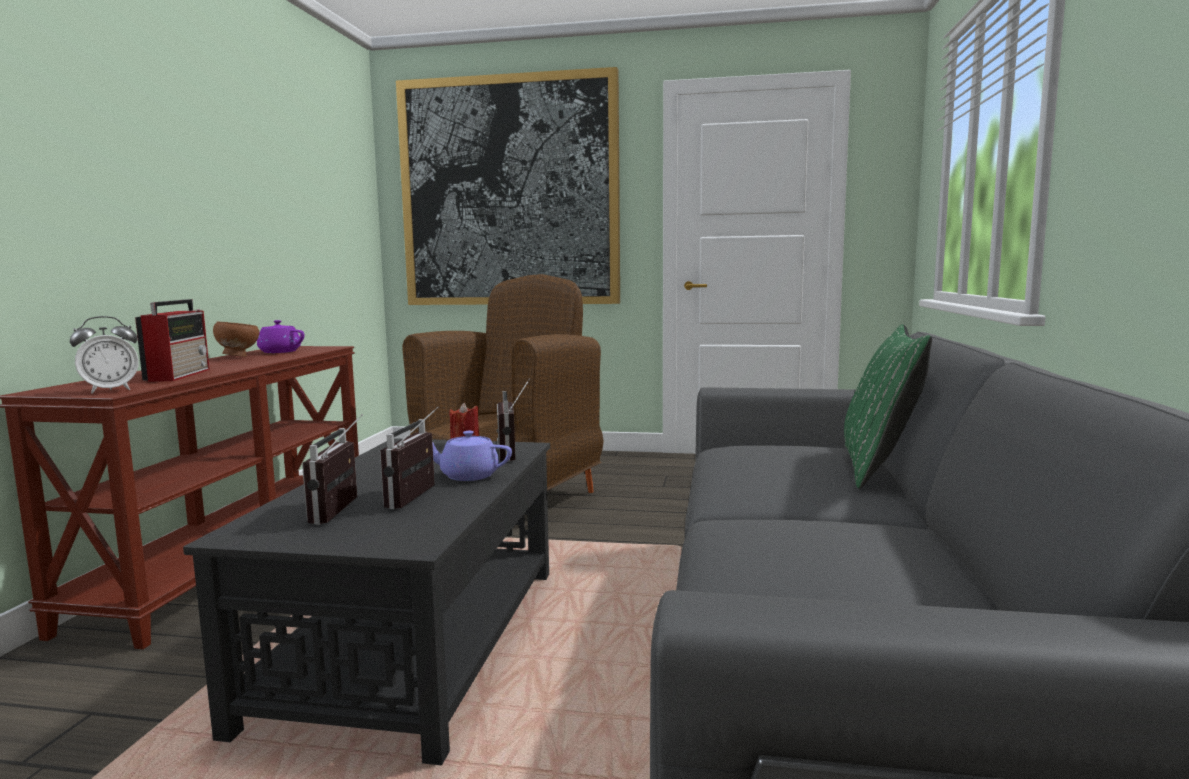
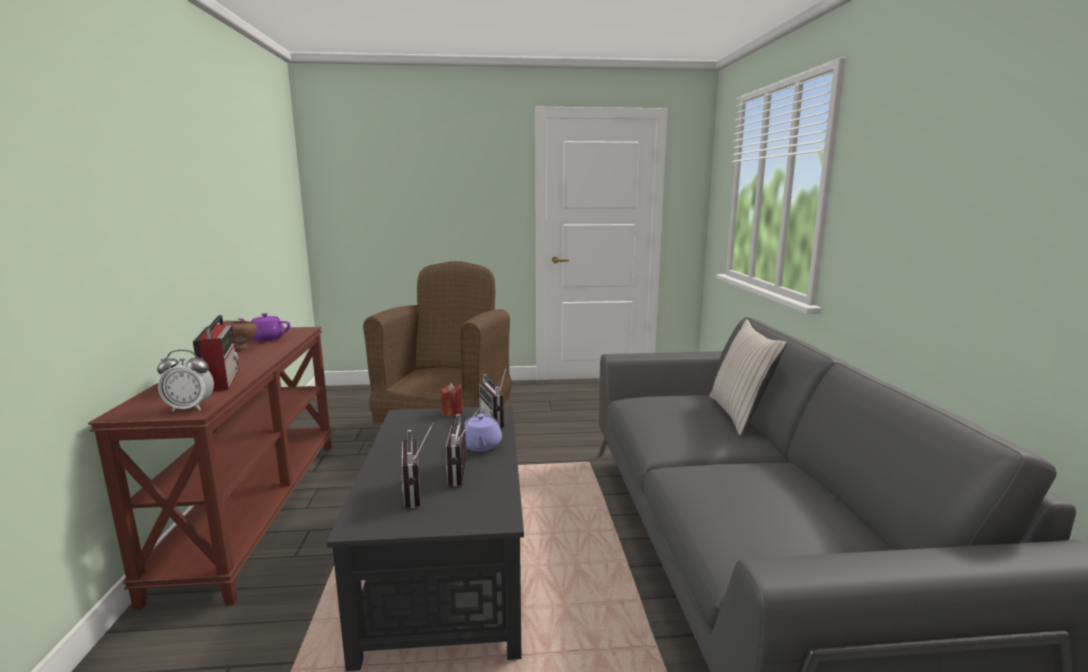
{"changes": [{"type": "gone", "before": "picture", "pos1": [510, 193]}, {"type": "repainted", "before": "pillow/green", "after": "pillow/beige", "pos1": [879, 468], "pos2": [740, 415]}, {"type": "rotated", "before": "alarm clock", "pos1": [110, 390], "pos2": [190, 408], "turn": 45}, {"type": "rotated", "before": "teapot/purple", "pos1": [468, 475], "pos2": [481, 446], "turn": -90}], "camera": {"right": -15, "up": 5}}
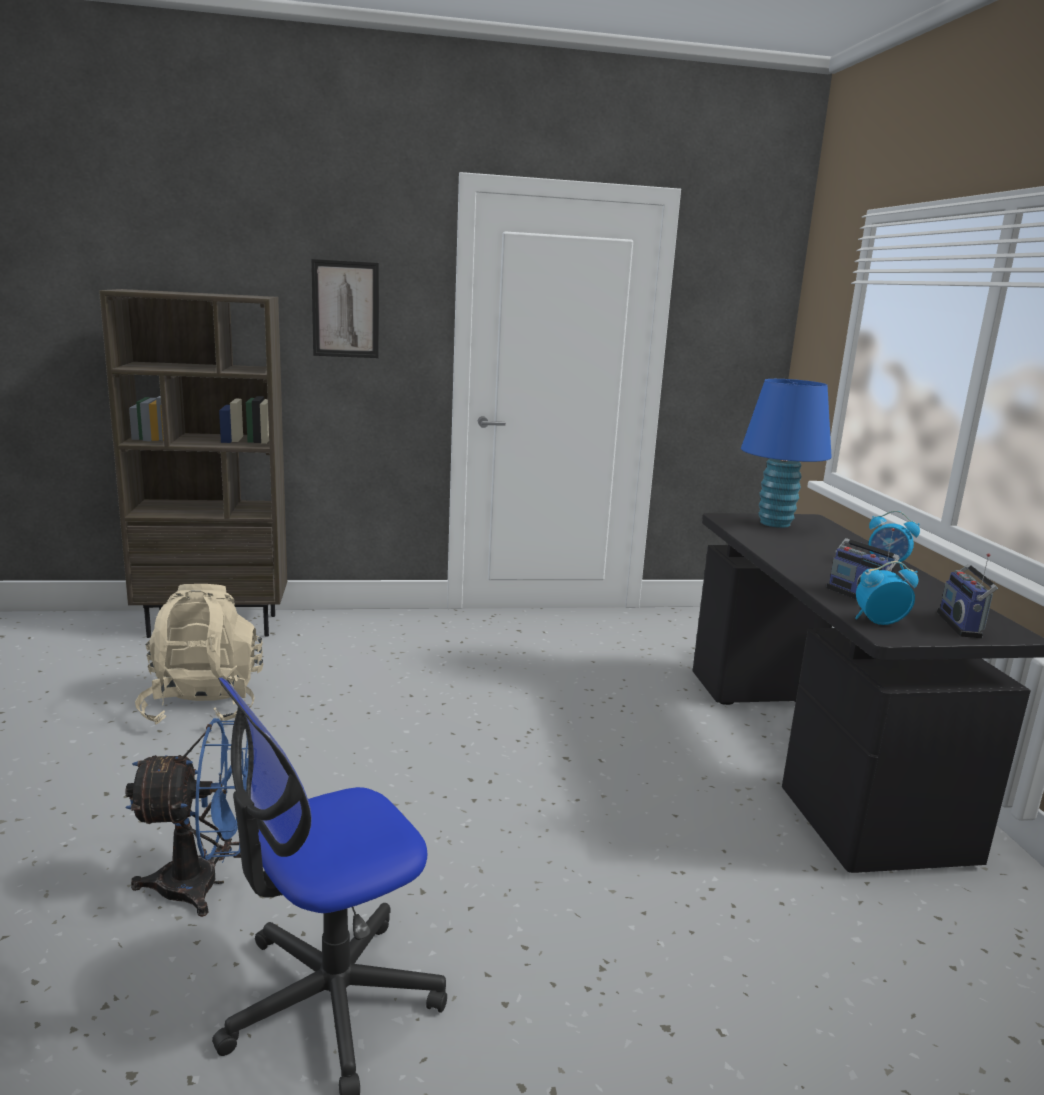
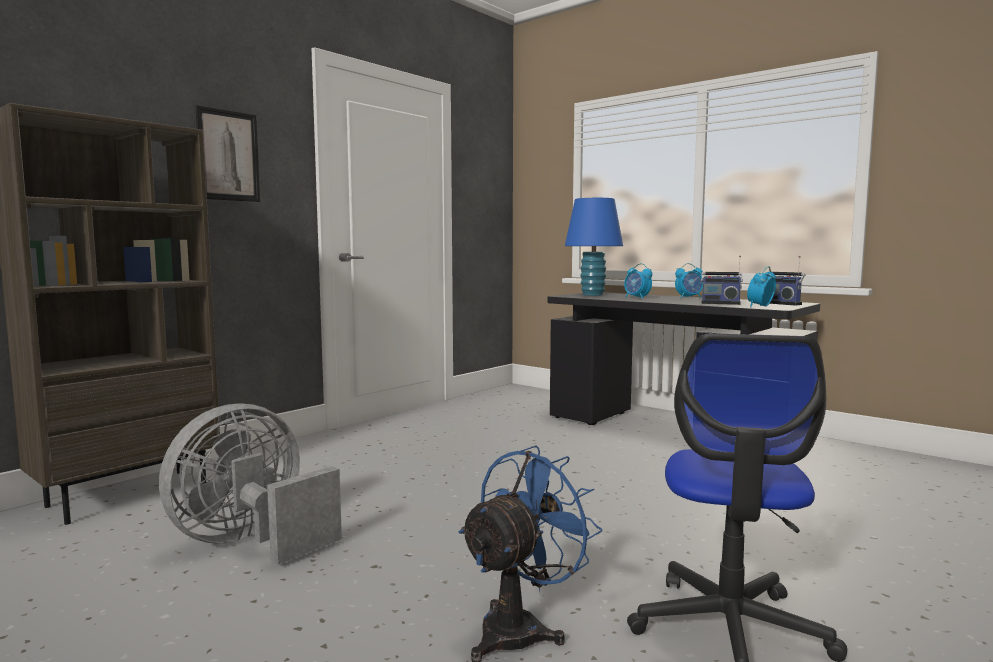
{"changes": [{"type": "new", "after": "alarm clock", "pos2": [637, 298]}, {"type": "swapped", "before": "backpack/beige", "after": "fan/grey", "pos1": [203, 705], "pos2": [251, 542]}], "camera": {"right": -40, "up": -10}}
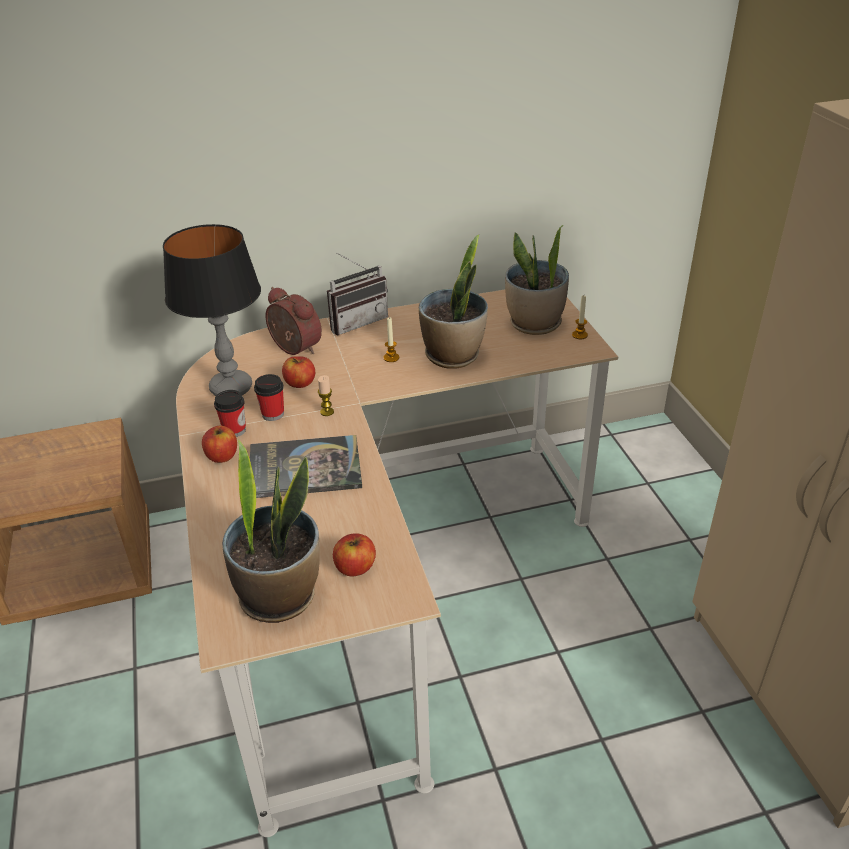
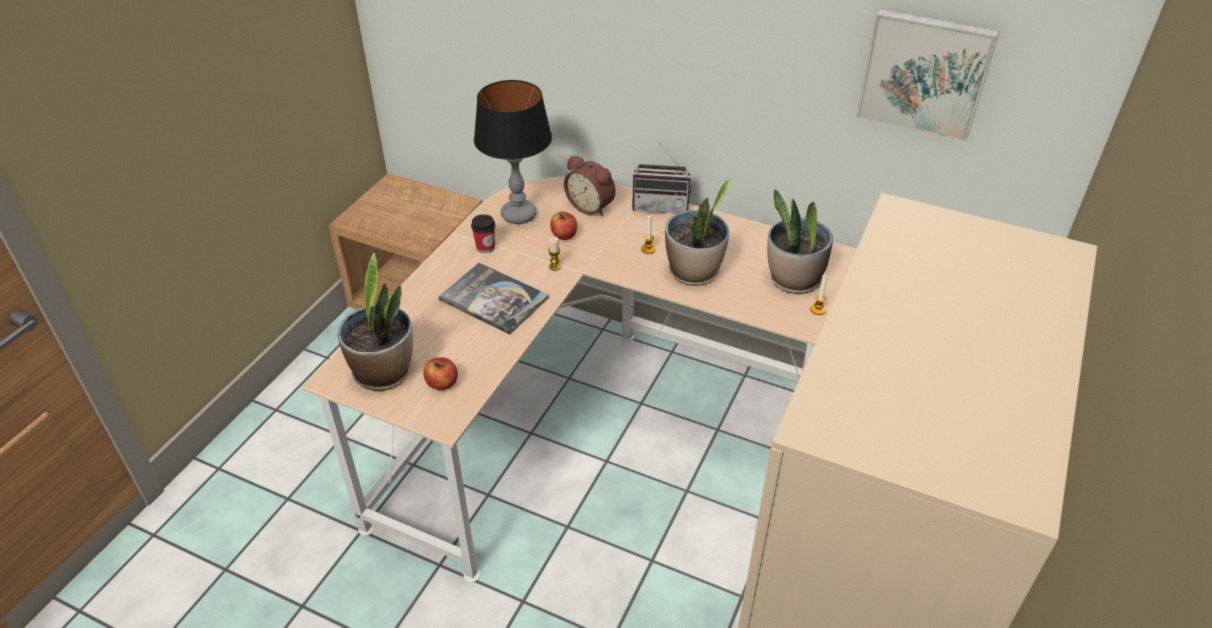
{"changes": [{"type": "gone", "before": "apple", "pos1": [222, 456]}, {"type": "gone", "before": "cup", "pos1": [273, 414]}, {"type": "new", "after": "picture", "pos2": [925, 73]}, {"type": "rotated", "before": "alarm clock", "pos1": [293, 349], "pos2": [591, 206], "turn": 135}], "camera": {"right": 40, "up": 5}}
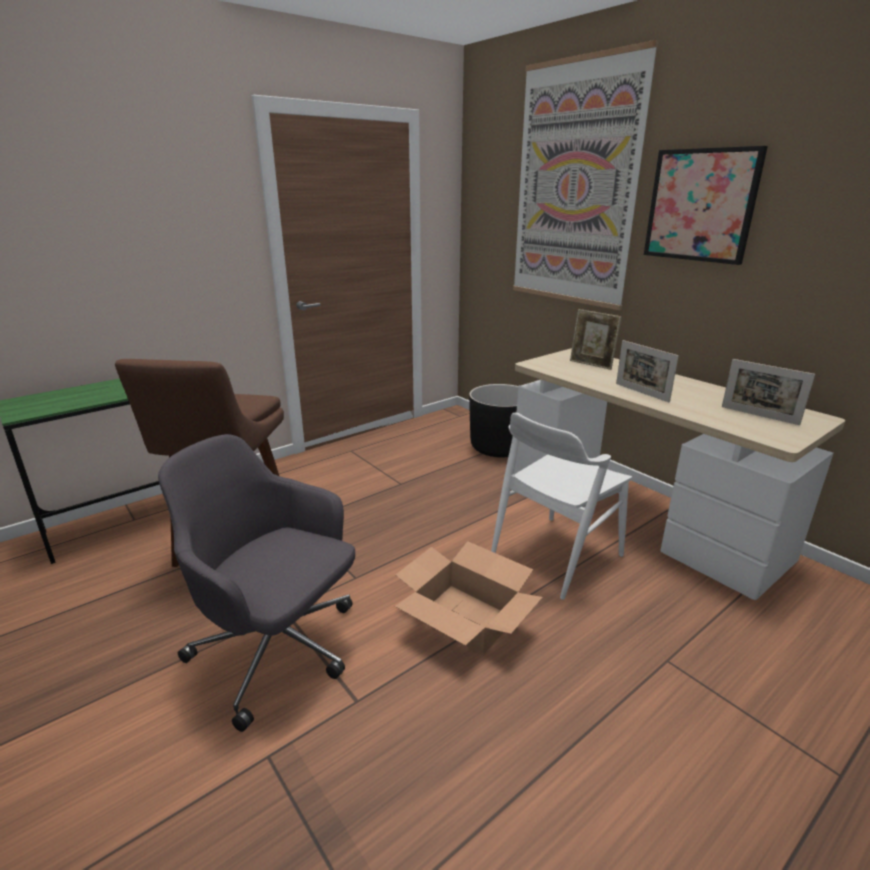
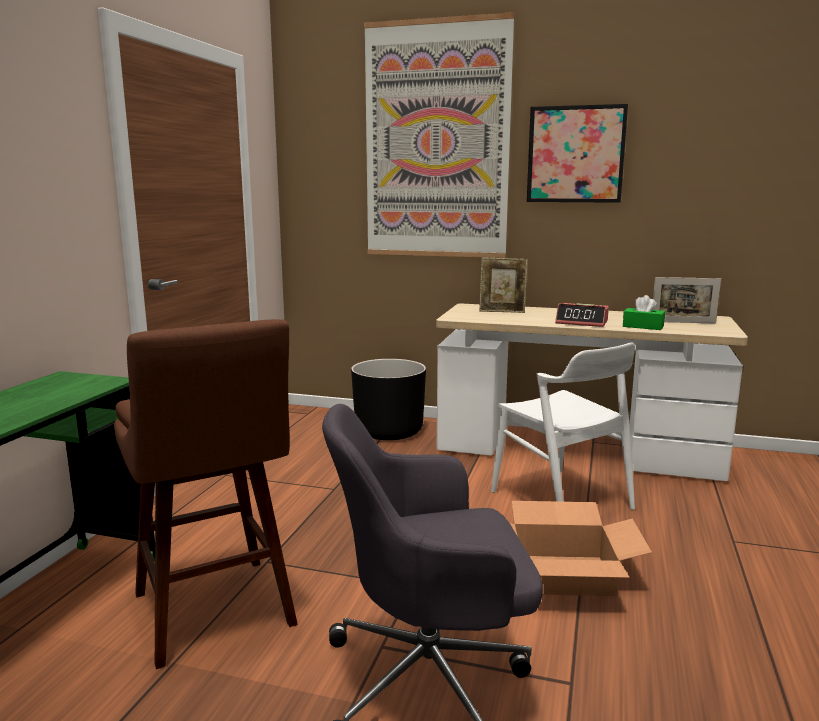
{"changes": [{"type": "new", "after": "tissue box/green", "pos2": [643, 326]}, {"type": "swapped", "before": "picture frame", "after": "alarm clock", "pos1": [641, 392], "pos2": [582, 322]}, {"type": "rotated", "before": "chair/white", "pos1": [555, 555], "pos2": [561, 500], "turn": -45}], "camera": {"right": -35, "up": -10}}
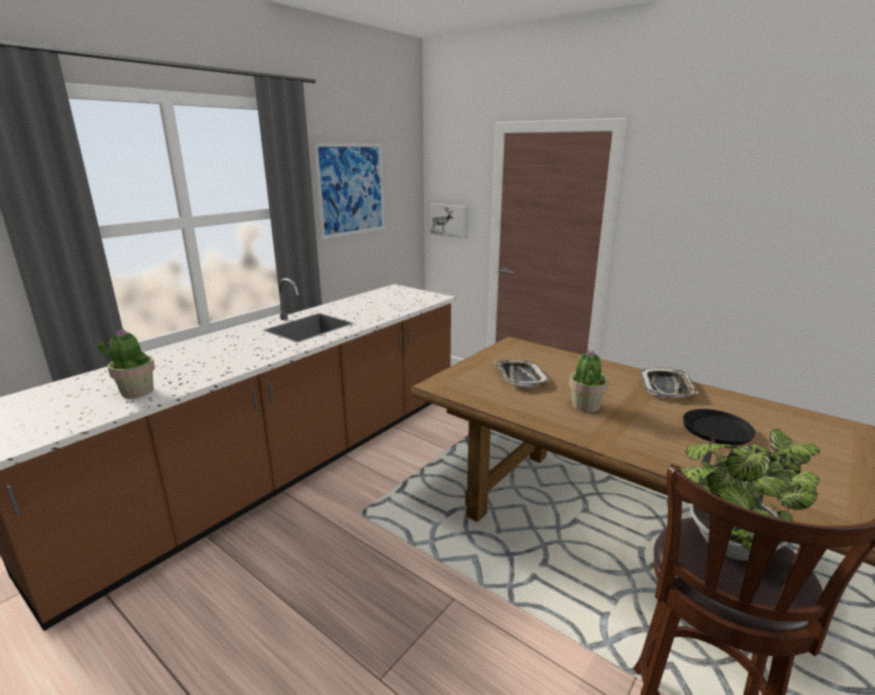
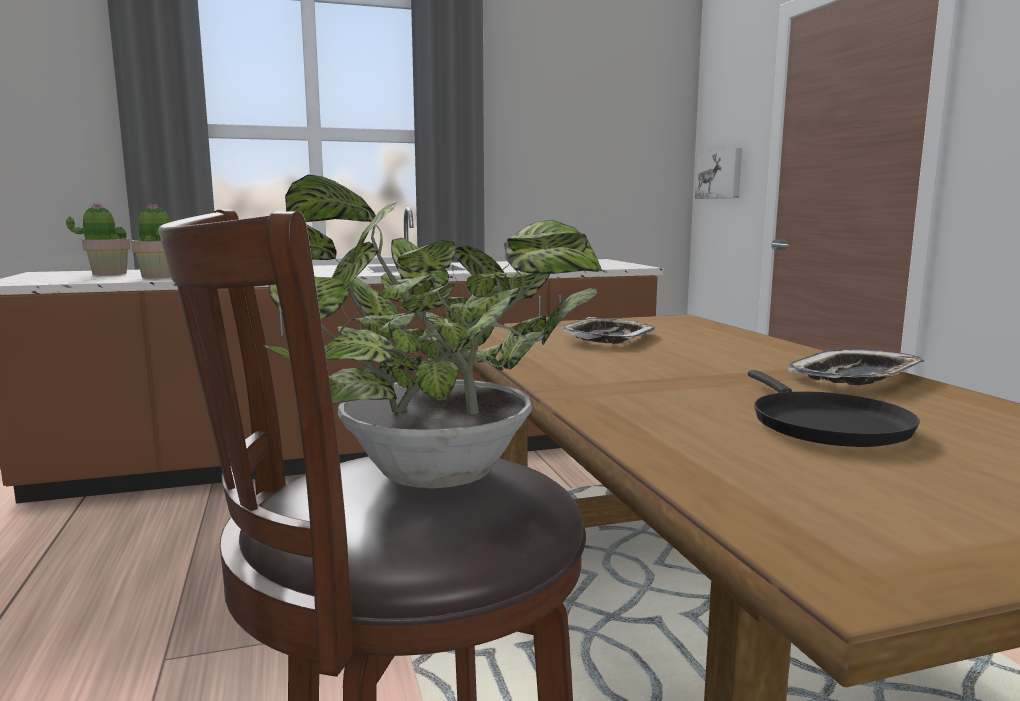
{"changes": [{"type": "gone", "before": "picture", "pos1": [351, 189]}, {"type": "shifted", "before": "potted plant", "pos1": [585, 406], "pos2": [108, 273]}, {"type": "rotated", "before": "frying pan/black", "pos1": [716, 433], "pos2": [823, 424], "turn": 105}], "camera": {"right": 35, "up": -10}}
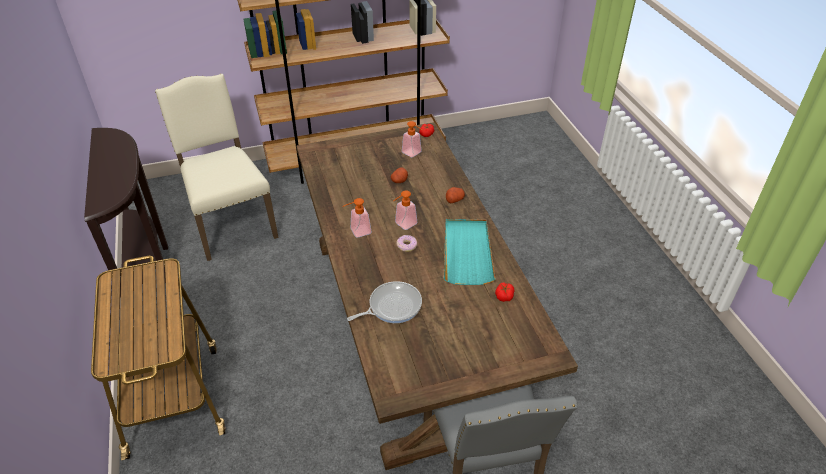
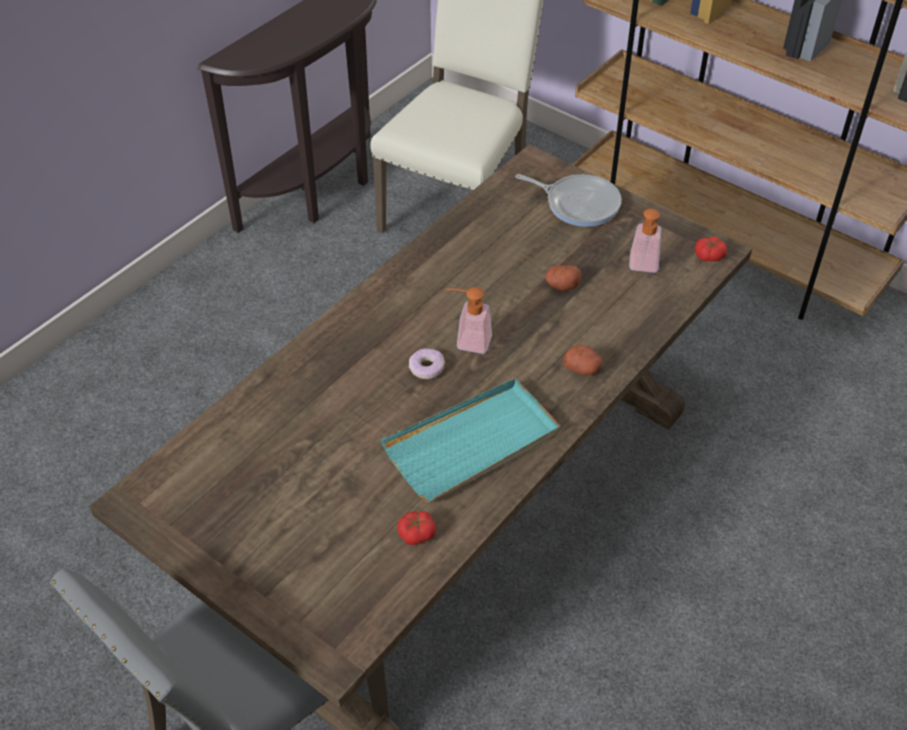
{"changes": [{"type": "gone", "before": "cart", "pos1": [173, 397]}, {"type": "gone", "before": "soap dispenser", "pos1": [357, 232]}, {"type": "shifted", "before": "frying pan", "pos1": [392, 306], "pos2": [579, 203]}], "camera": {"right": 55, "up": 5}}
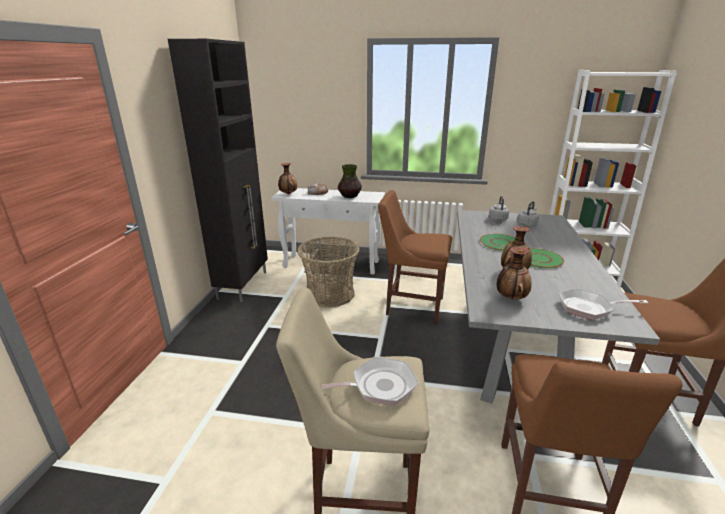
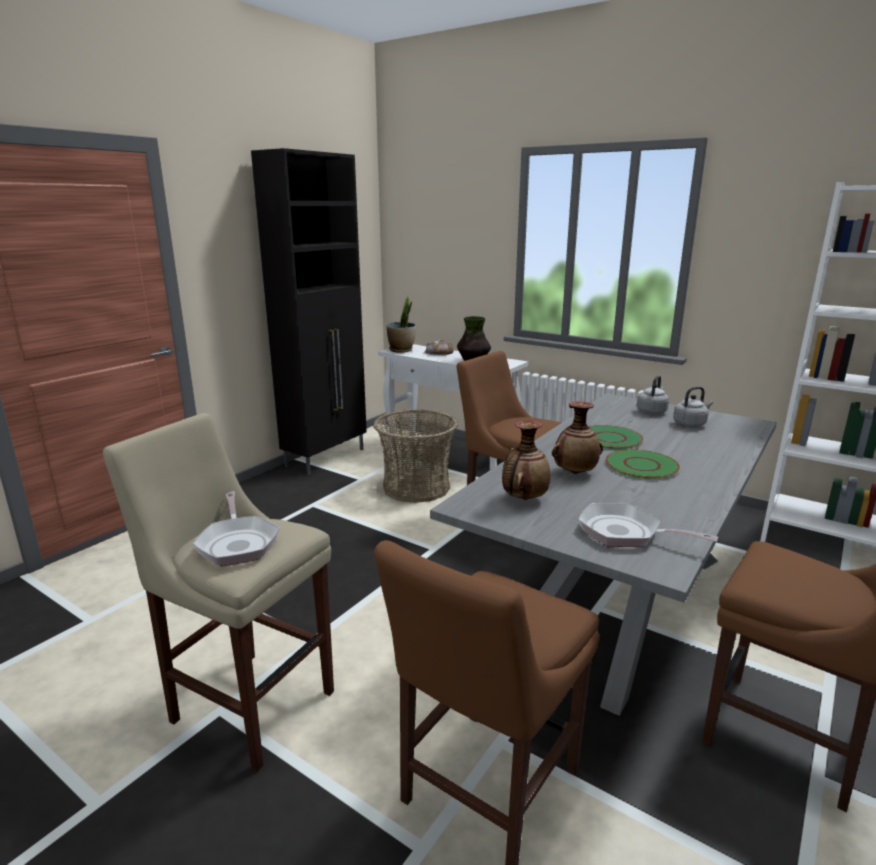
{"changes": [{"type": "swapped", "before": "vase", "after": "potted plant", "pos1": [288, 194], "pos2": [401, 350]}, {"type": "rotated", "before": "frying pan", "pos1": [378, 386], "pos2": [237, 543], "turn": 60}], "camera": {"right": 25, "up": -5}}
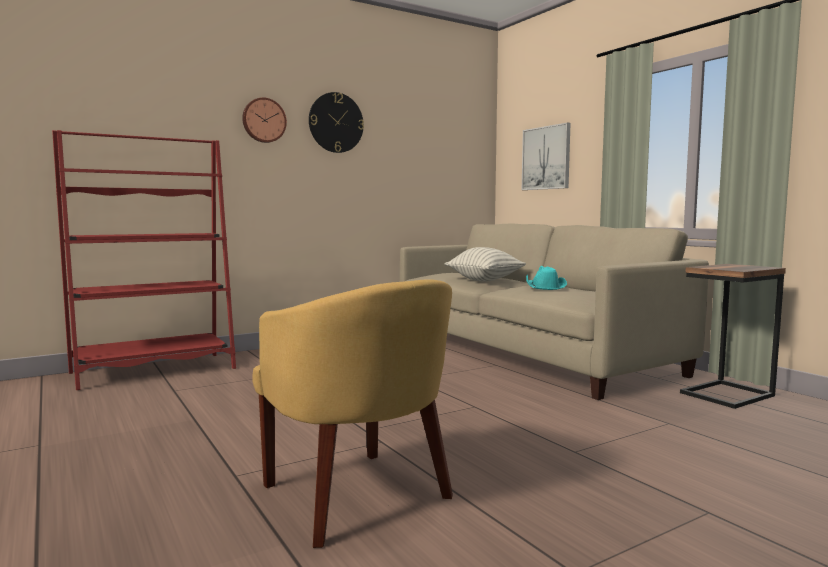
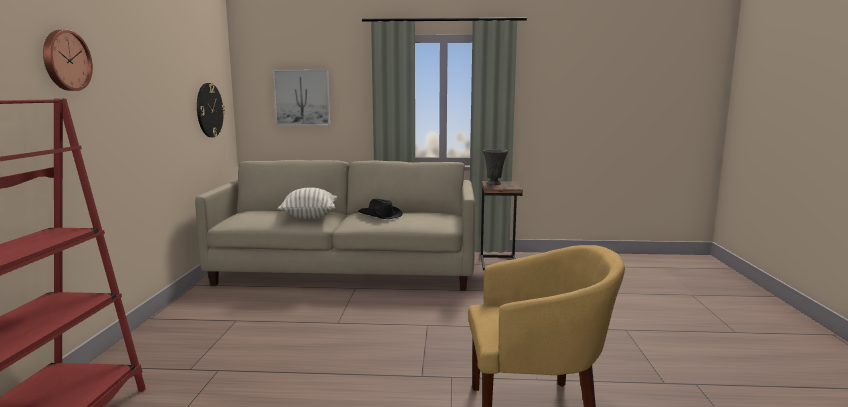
{"changes": [{"type": "new", "after": "vase/grey", "pos2": [494, 184]}, {"type": "shifted", "before": "wall clock", "pos1": [336, 122], "pos2": [209, 110]}, {"type": "repainted", "before": "hat/turquoise", "after": "hat/black", "pos1": [544, 287], "pos2": [380, 215]}], "camera": {"right": -55, "up": 5}}
